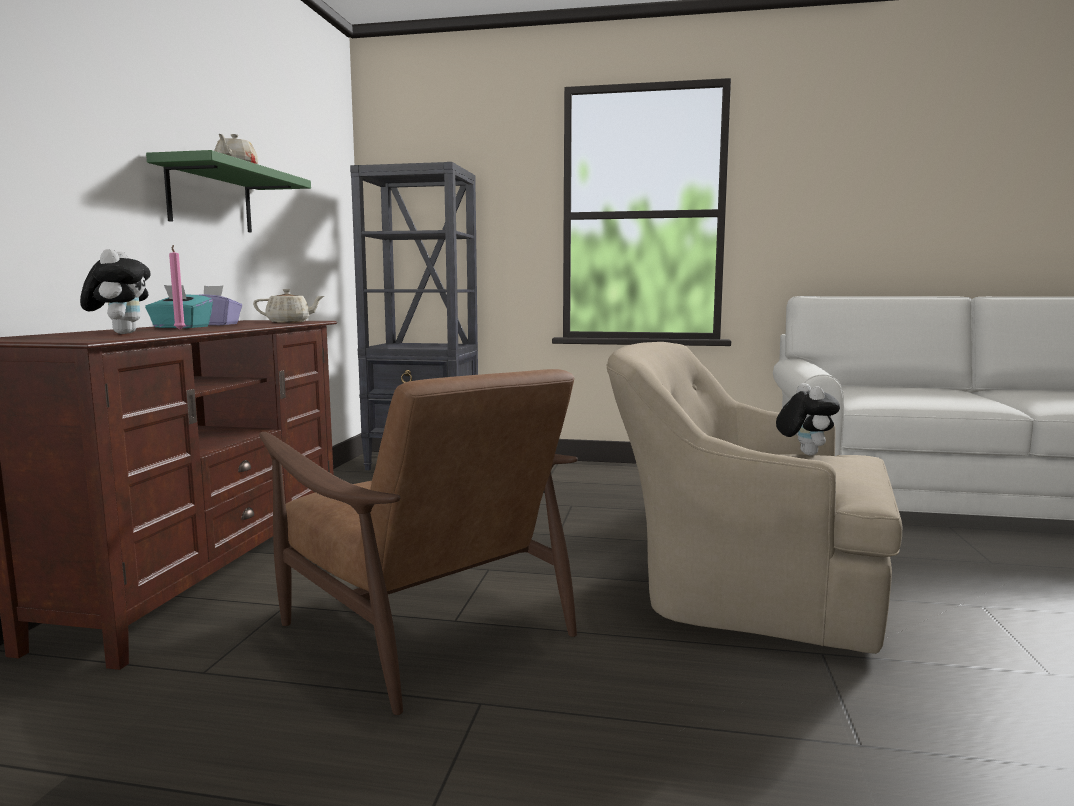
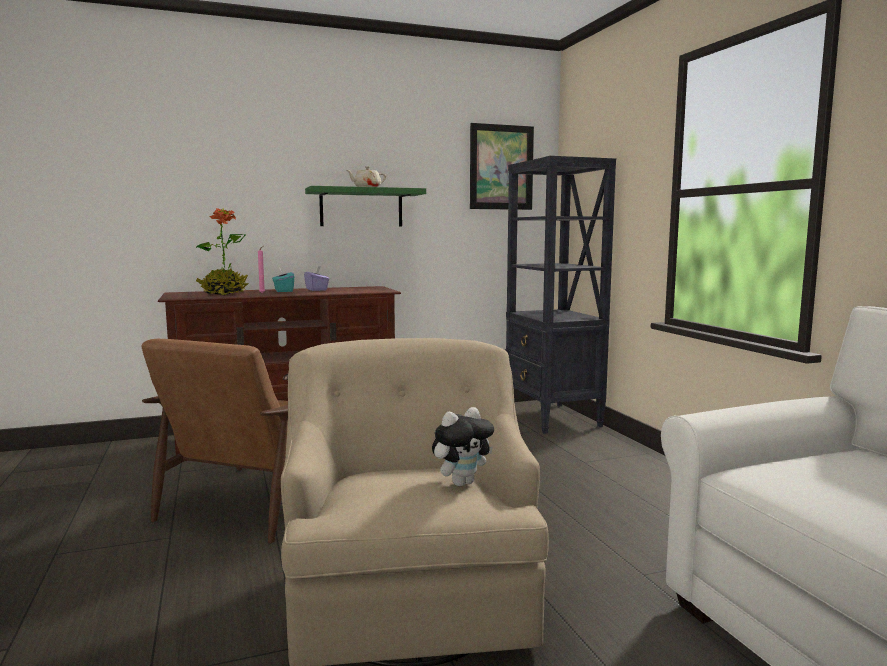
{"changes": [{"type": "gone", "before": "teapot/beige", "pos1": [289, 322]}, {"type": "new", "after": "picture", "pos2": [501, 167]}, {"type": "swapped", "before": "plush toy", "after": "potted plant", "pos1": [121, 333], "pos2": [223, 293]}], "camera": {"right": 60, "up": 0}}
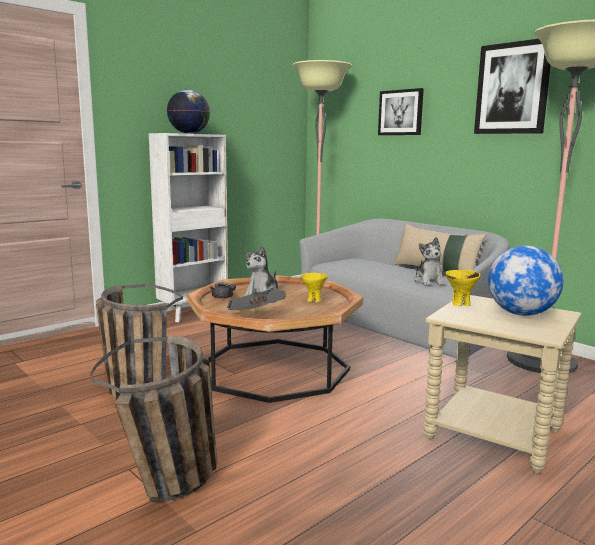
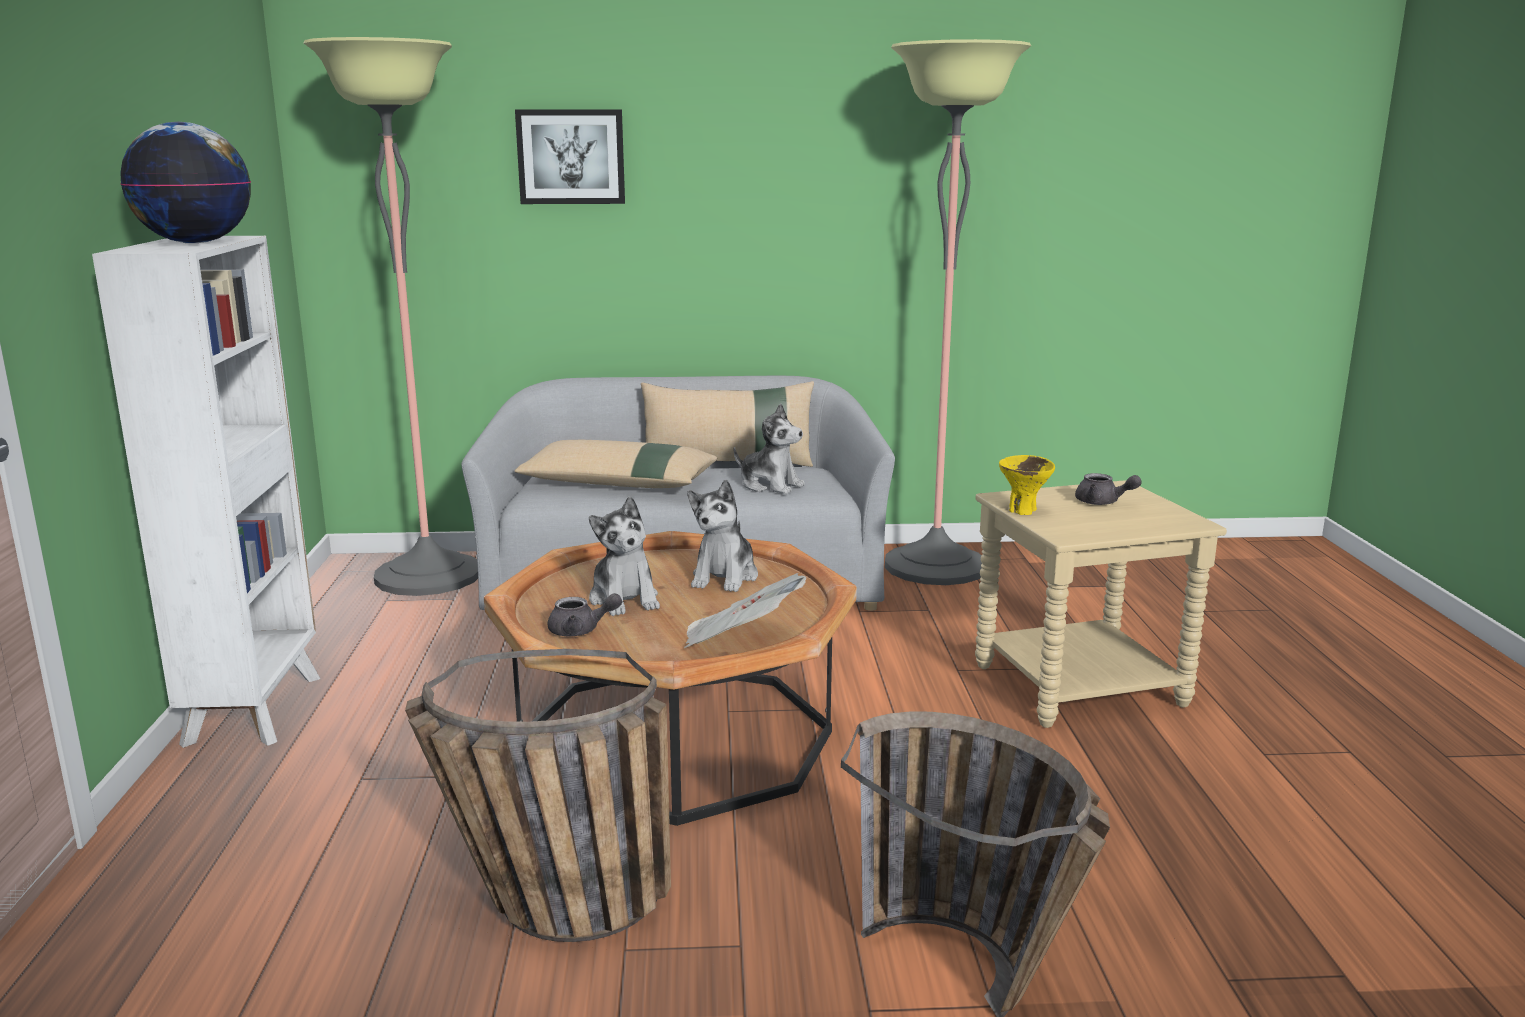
{"changes": [{"type": "gone", "before": "picture", "pos1": [512, 88]}, {"type": "new", "after": "pillow/beige", "pos2": [618, 484]}, {"type": "swapped", "before": "bowl/yellow", "after": "plush toy", "pos1": [313, 300], "pos2": [725, 577]}, {"type": "swapped", "before": "globe", "after": "teapot/grey", "pos1": [521, 314], "pos2": [1102, 503]}], "camera": {"right": -50, "up": 5}}
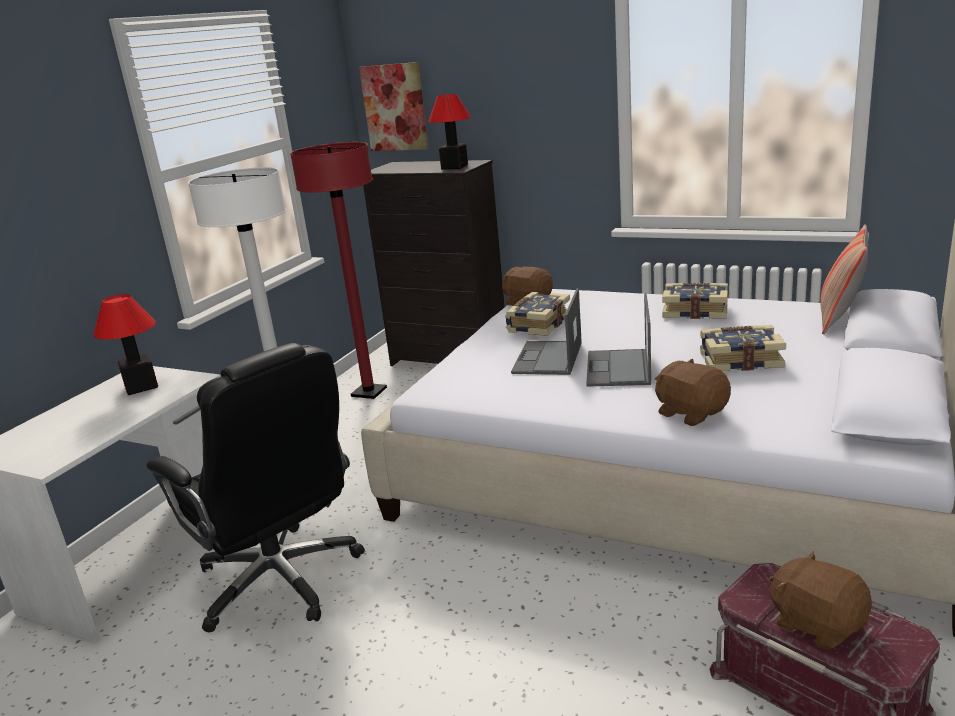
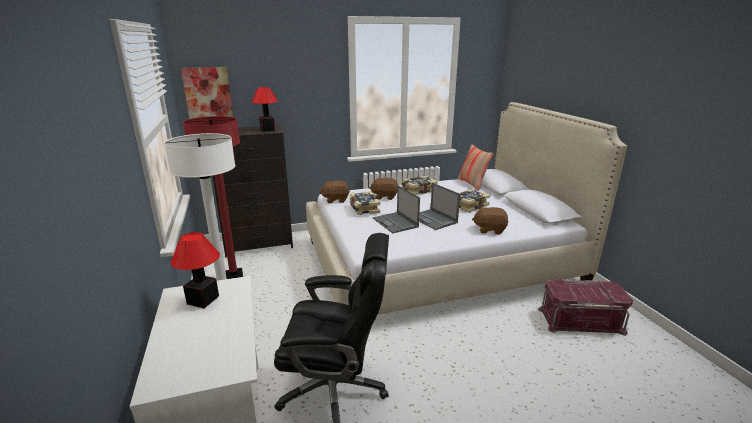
{"changes": [{"type": "shifted", "before": "plush toy/brown", "pos1": [817, 623], "pos2": [384, 196]}], "camera": {"right": -45, "up": 0}}
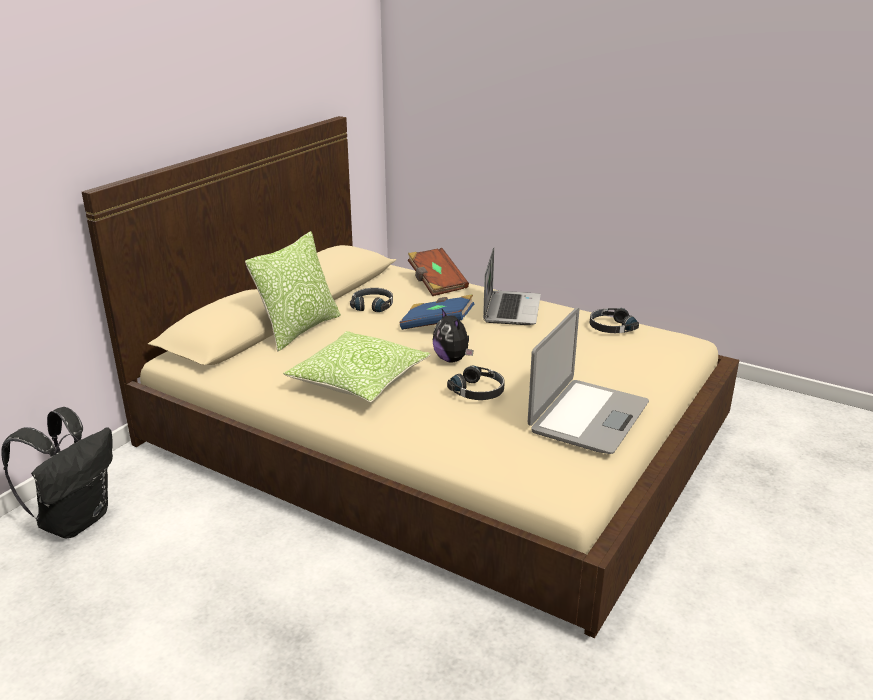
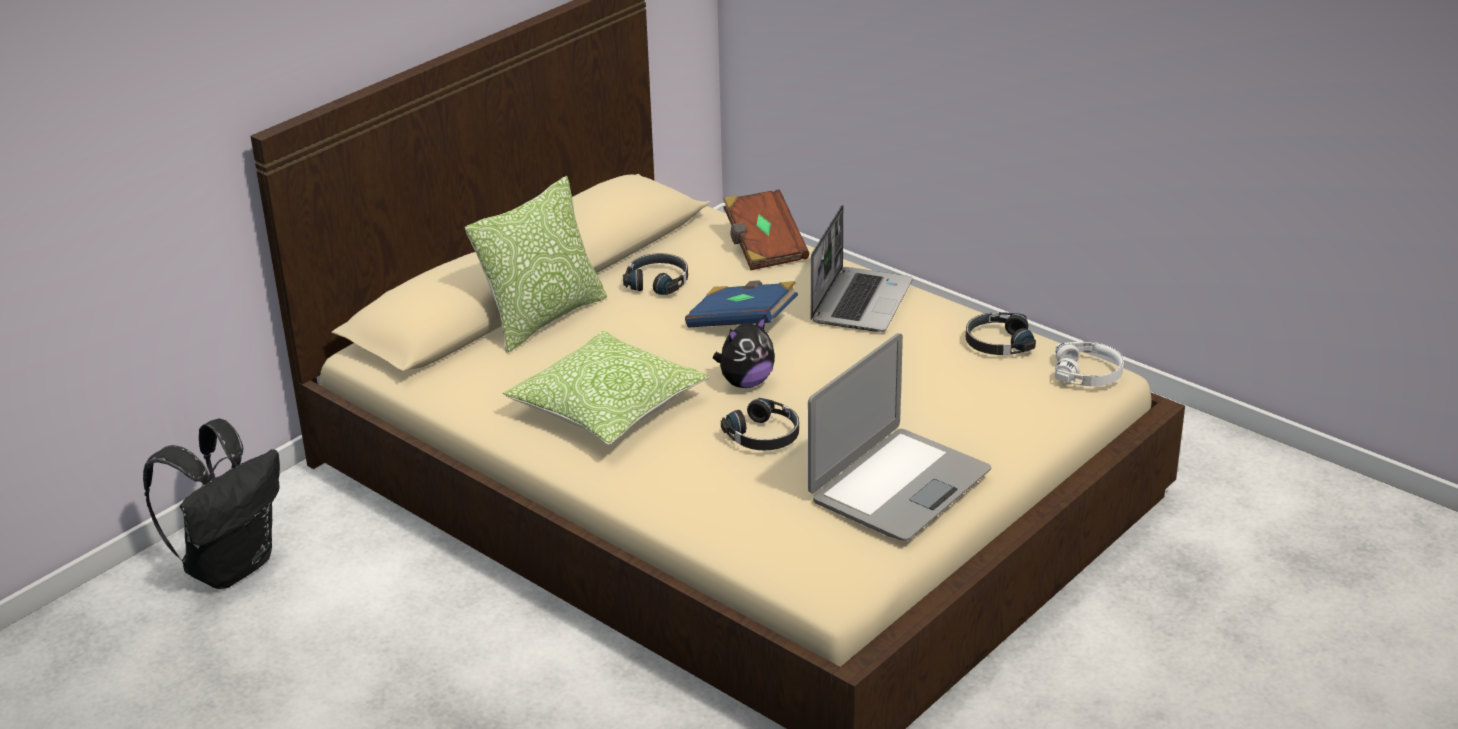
{"changes": [{"type": "new", "after": "headphones/white", "pos2": [1088, 373]}, {"type": "rotated", "before": "plush toy", "pos1": [452, 359], "pos2": [745, 382], "turn": -105}], "camera": {"right": 10, "up": 5}}
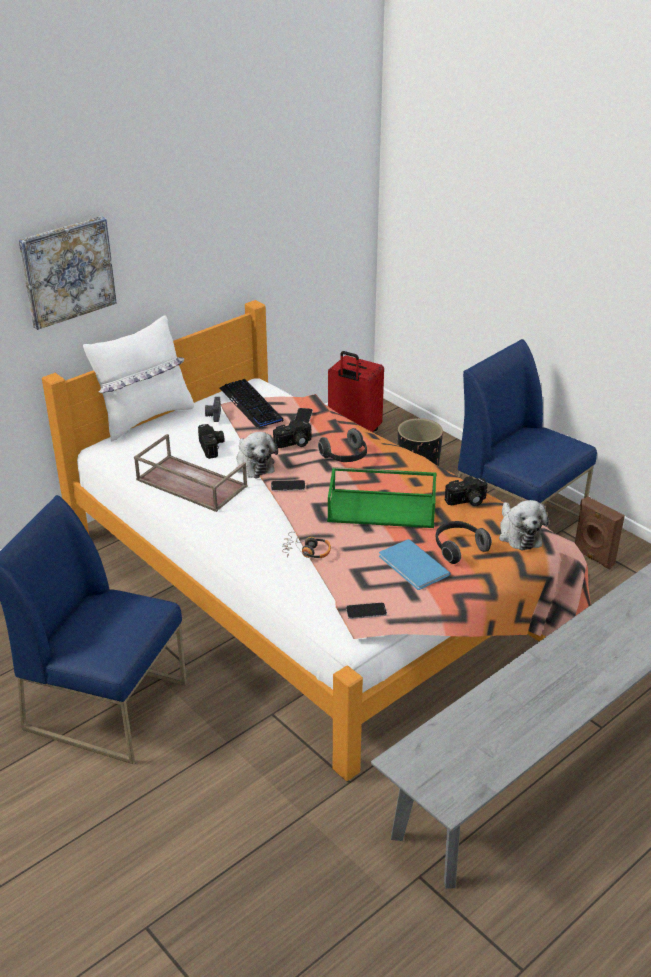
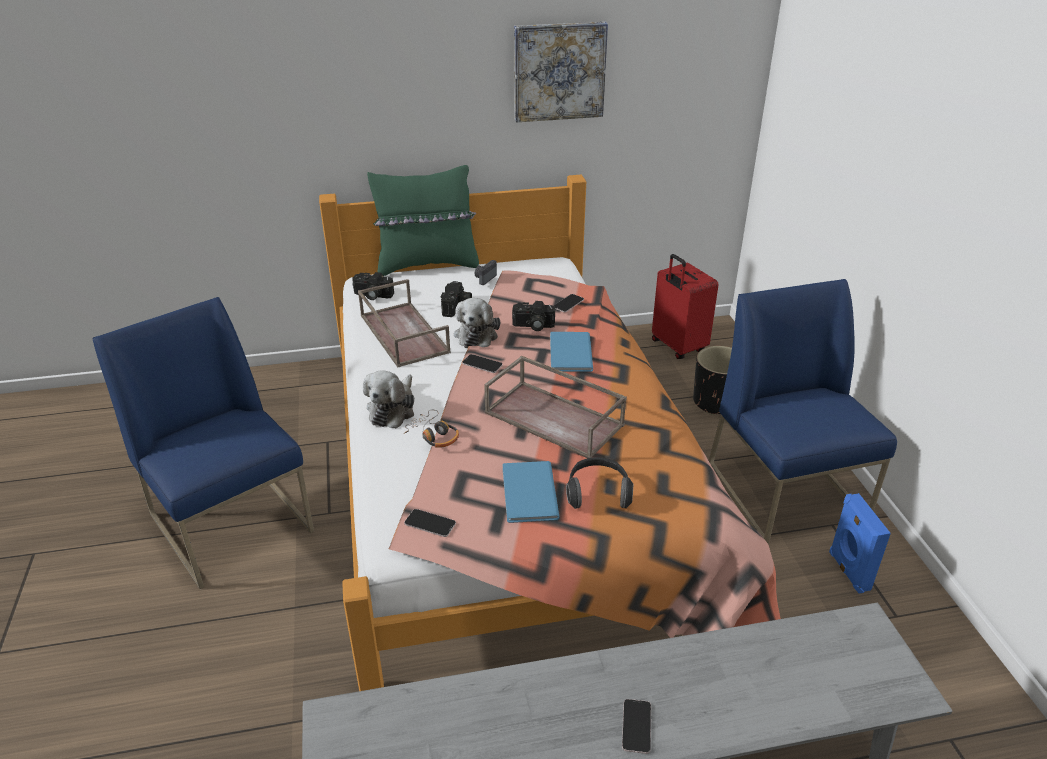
{"changes": [{"type": "gone", "before": "keyboard", "pos1": [251, 404]}, {"type": "new", "after": "phone", "pos2": [636, 726]}, {"type": "shifted", "before": "picture", "pos1": [67, 271], "pos2": [559, 71]}, {"type": "shifted", "before": "photo camera", "pos1": [467, 501], "pos2": [372, 295]}, {"type": "shifted", "before": "plush toy", "pos1": [519, 534], "pos2": [393, 409]}, {"type": "swapped", "before": "headphones", "after": "book/blue", "pos1": [345, 457], "pos2": [568, 354]}, {"type": "repainted", "before": "pillow/white", "after": "pillow/green", "pos1": [145, 418], "pos2": [427, 265]}, {"type": "repainted", "before": "tray/green", "after": "tray/brown", "pos1": [383, 508], "pos2": [555, 418]}, {"type": "repainted", "before": "speaker/brown", "after": "speaker/blue", "pos1": [592, 557], "pos2": [847, 571]}], "camera": {"right": 30, "up": 0}}
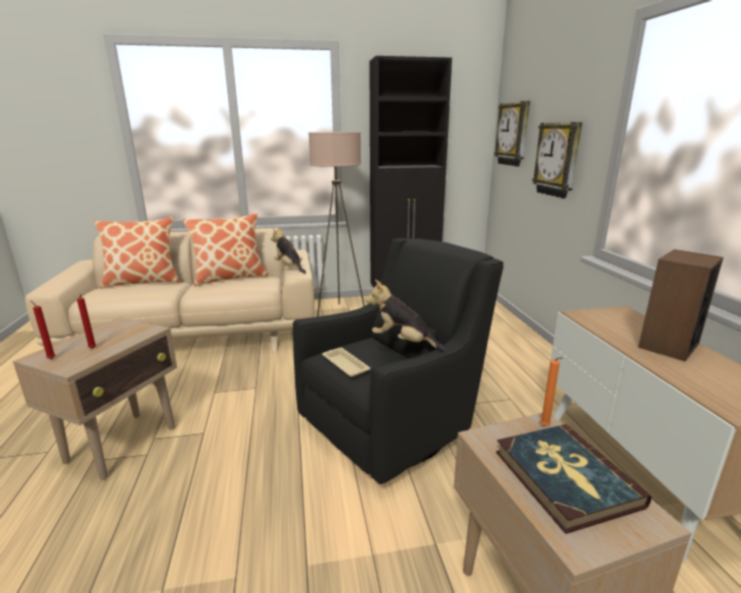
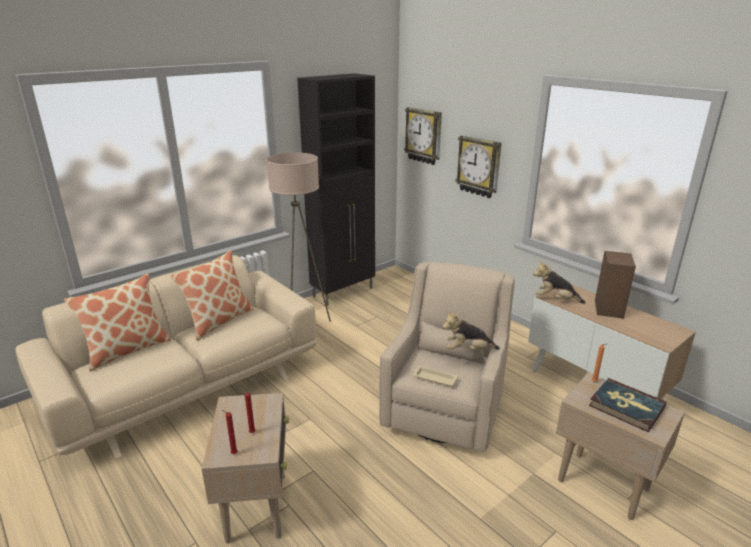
{"changes": [{"type": "shifted", "before": "plush toy", "pos1": [289, 267], "pos2": [555, 299]}, {"type": "repainted", "before": "armchair/black", "after": "armchair/beige", "pos1": [395, 427], "pos2": [445, 410]}], "camera": {"right": -30, "up": 5}}
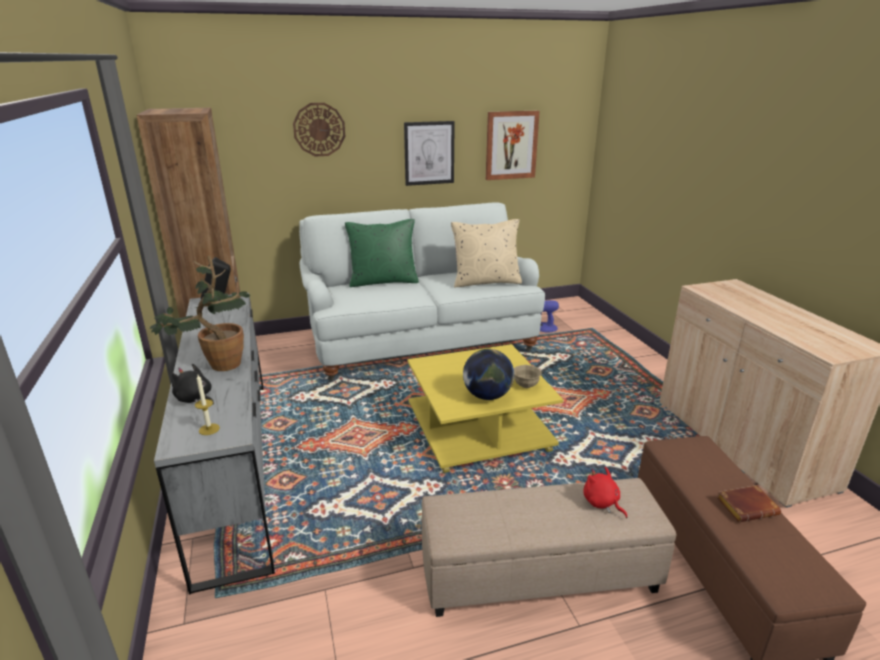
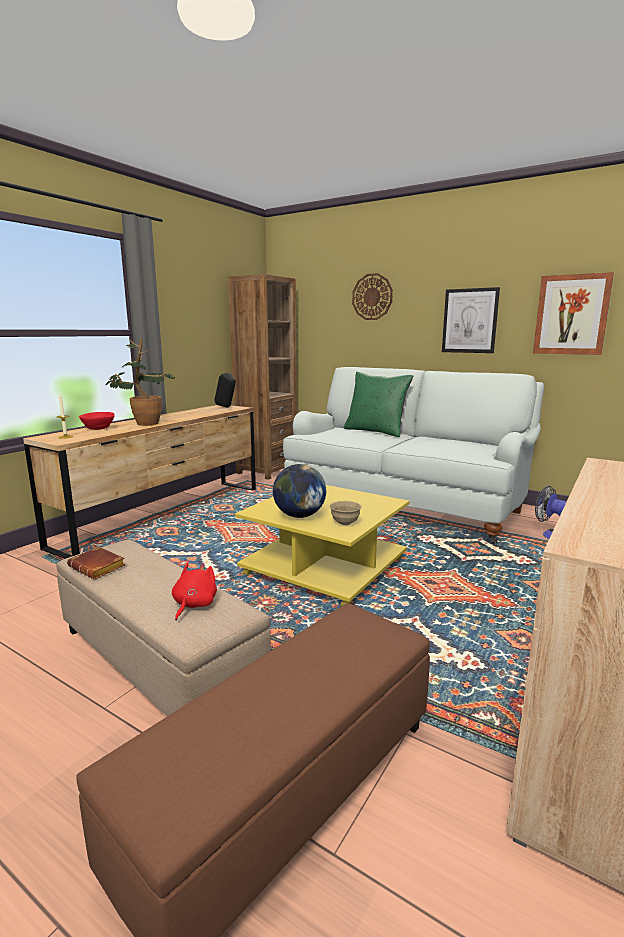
{"changes": [{"type": "gone", "before": "pillow/beige", "pos1": [485, 282]}, {"type": "shifted", "before": "book/brown", "pos1": [747, 506], "pos2": [99, 567]}, {"type": "swapped", "before": "plush toy/black", "after": "bowl/red", "pos1": [195, 398], "pos2": [98, 428]}, {"type": "repainted", "before": "dresser/grey", "after": "dresser/brown", "pos1": [235, 466], "pos2": [165, 515]}], "camera": {"right": 50, "up": -10}}
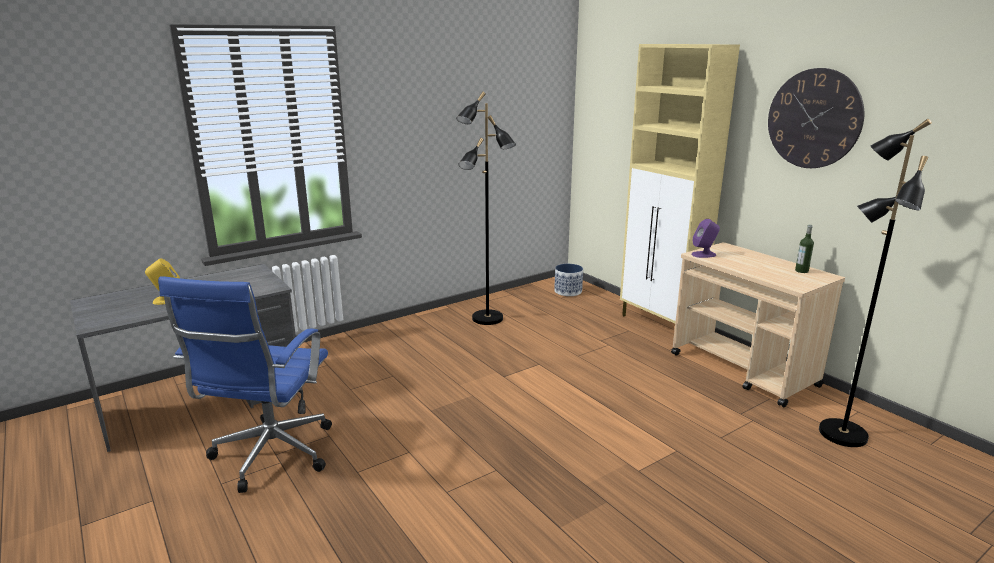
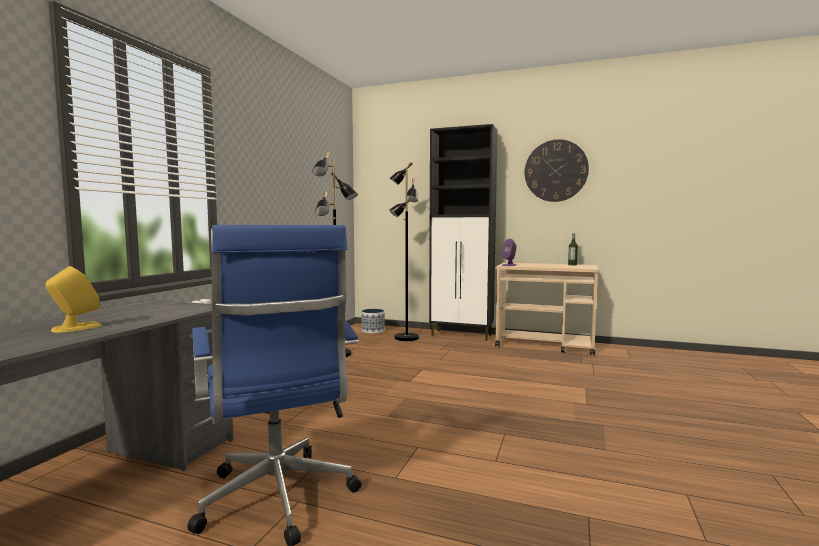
{"changes": [{"type": "shifted", "before": "floor lamp/black", "pos1": [841, 434], "pos2": [405, 338]}, {"type": "repainted", "before": "cabinet/beige", "after": "cabinet/black", "pos1": [660, 324], "pos2": [462, 335]}], "camera": {"right": -35, "up": -15}}
